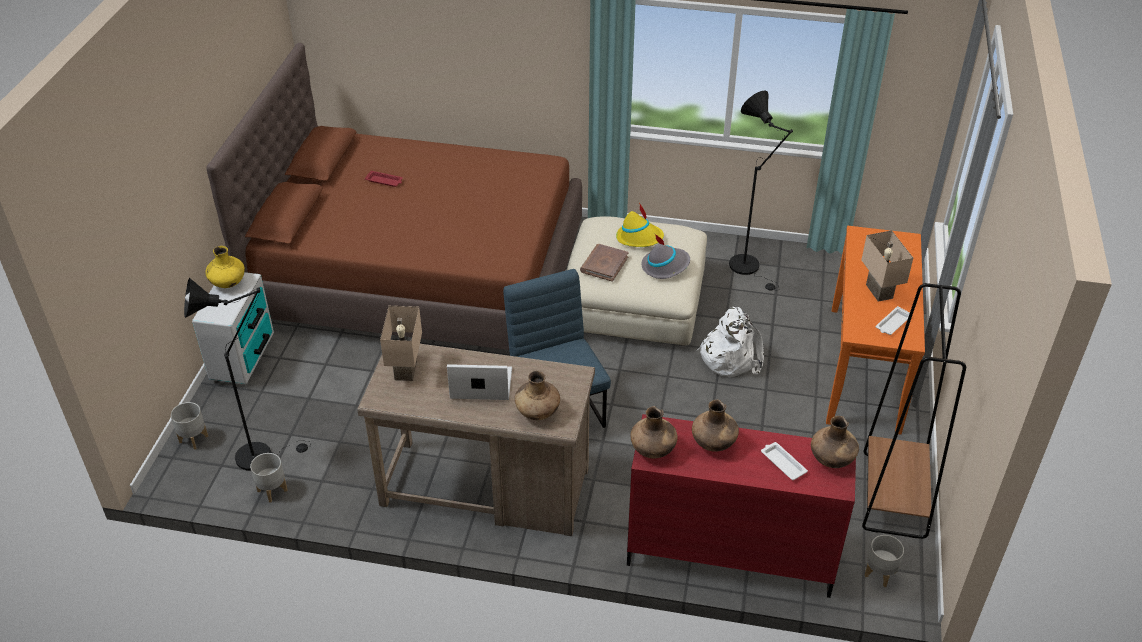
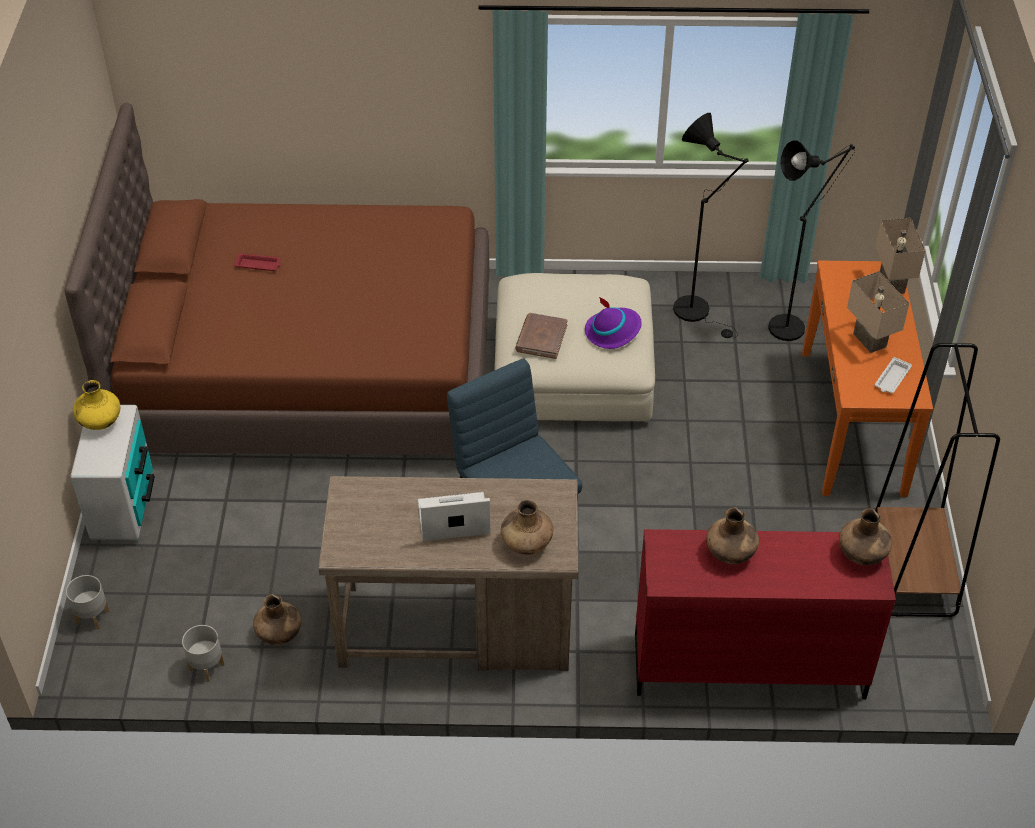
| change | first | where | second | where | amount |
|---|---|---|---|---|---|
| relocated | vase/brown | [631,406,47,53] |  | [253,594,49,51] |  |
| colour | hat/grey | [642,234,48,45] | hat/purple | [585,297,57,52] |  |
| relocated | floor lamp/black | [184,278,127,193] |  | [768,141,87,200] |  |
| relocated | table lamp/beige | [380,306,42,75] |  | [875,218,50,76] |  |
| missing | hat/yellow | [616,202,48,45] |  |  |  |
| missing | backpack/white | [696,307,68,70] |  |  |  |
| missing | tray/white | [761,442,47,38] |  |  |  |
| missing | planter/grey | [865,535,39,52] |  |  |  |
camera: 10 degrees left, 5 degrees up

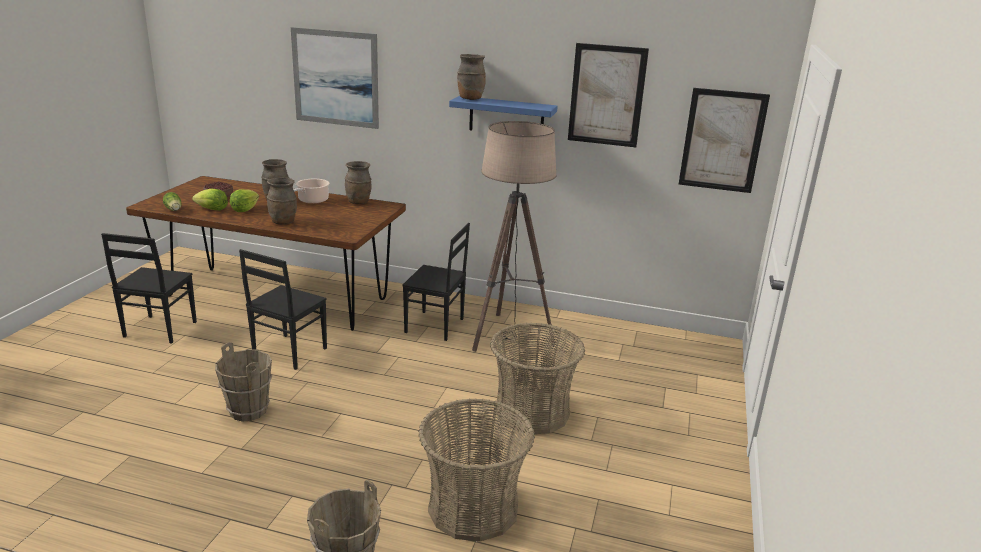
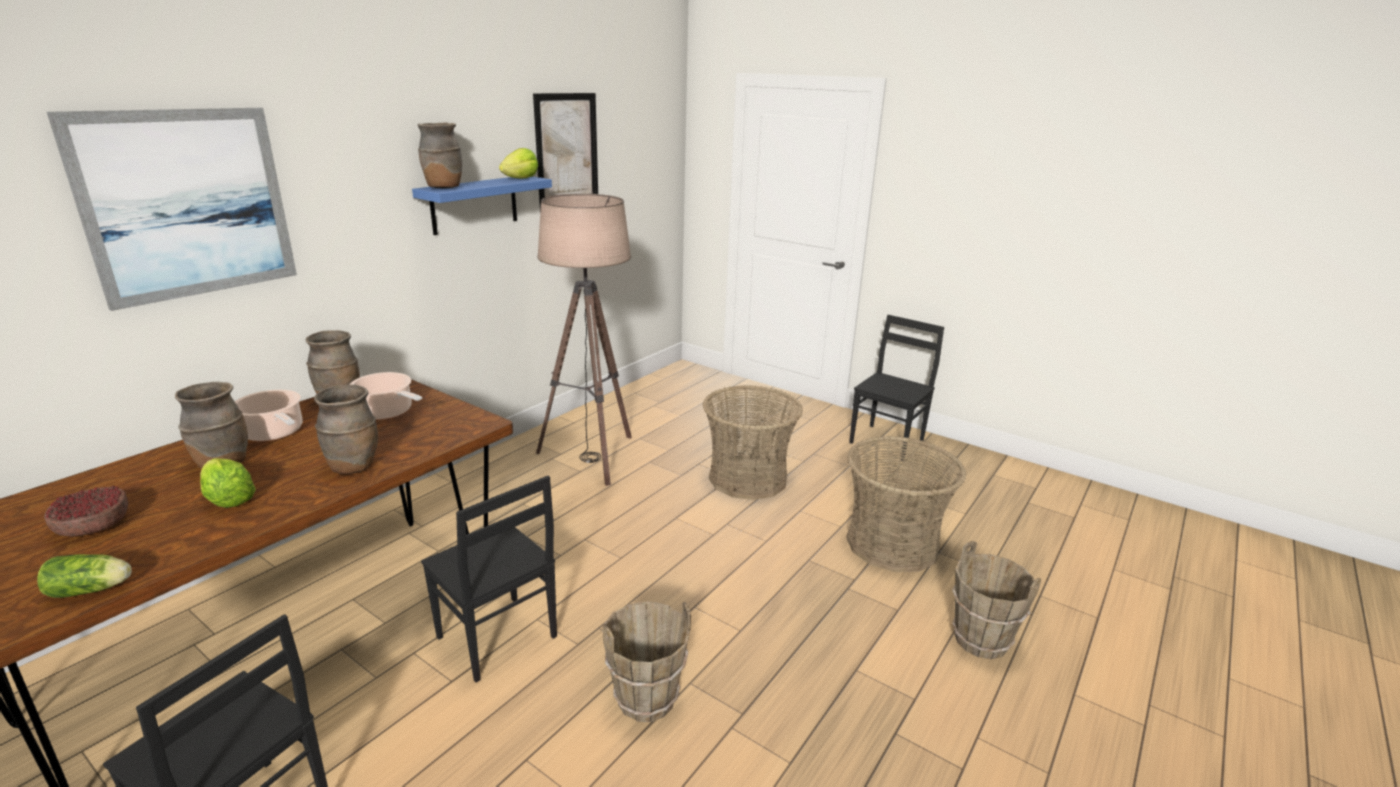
| change | first | where | second | where | amount |
|---|---|---|---|---|---|
| appeared |  |  | cooking pot | [349,372,73,48] |  |
| relocated | lettuce | [192,189,36,21] |  | [499,148,39,31] |  |
| relocated | chair/black | [402,223,68,118] |  | [849,315,95,146] |  |
| missing | picture | [679,88,91,105] |  |  |  |
camera: 70 degrees left, 0 degrees up

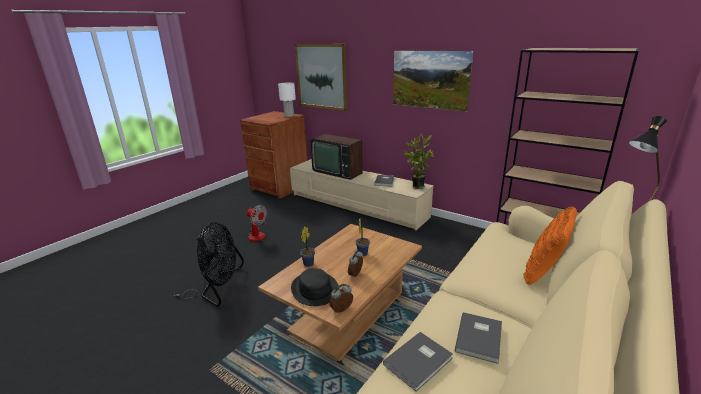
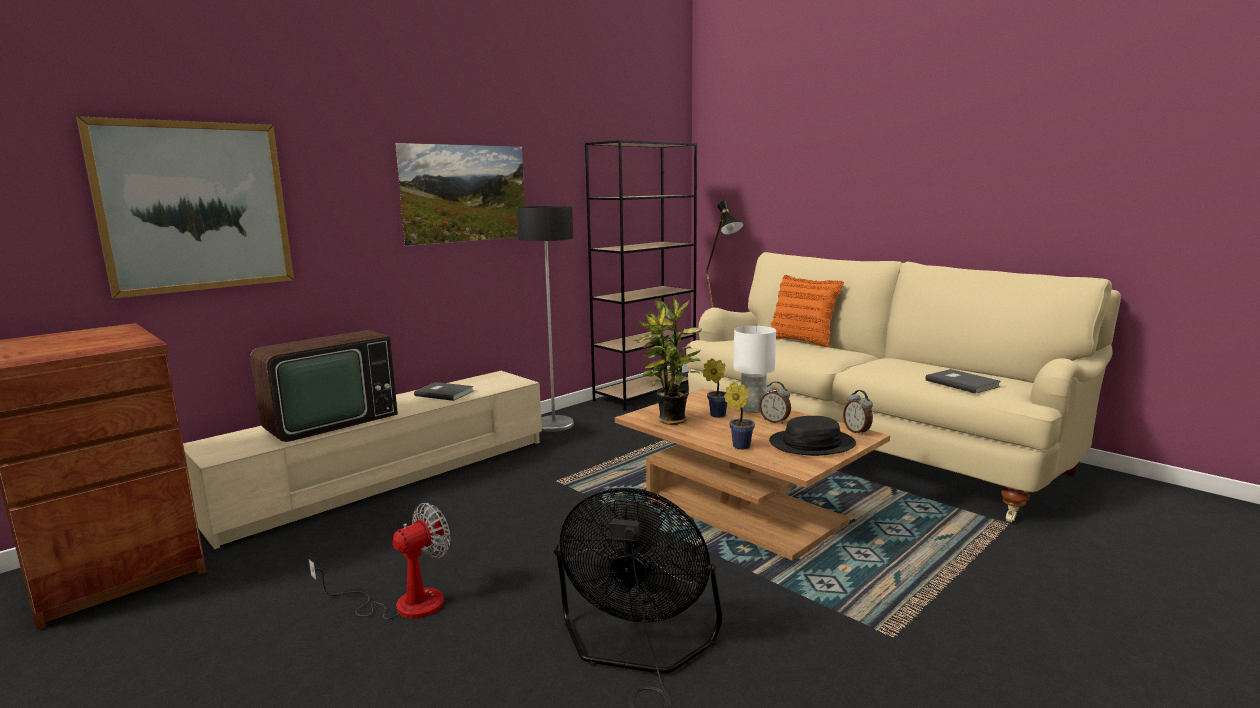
| change | first | where | second | where | amount |
|---|---|---|---|---|---|
| appeared |  |  | floor lamp | [516,206,58,226] |  |
| relocated | potted plant | [404,133,30,56] |  | [634,297,68,128] |  |
| relocated | table lamp/white | [278,83,18,34] |  | [733,326,43,87] |  |
| missing | book/grey | [455,312,47,52] |  |  |  |
camera: 80 degrees left, 10 degrees down

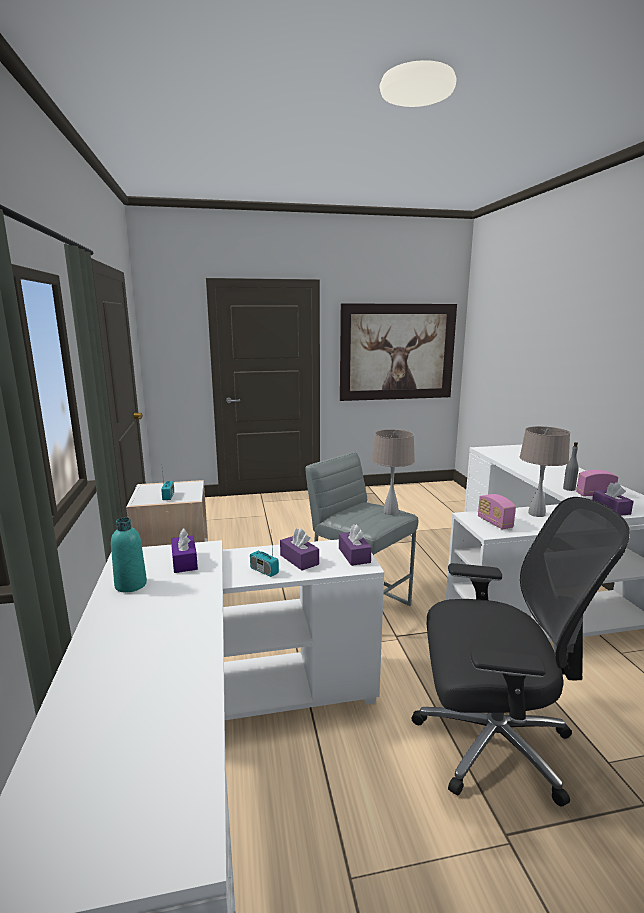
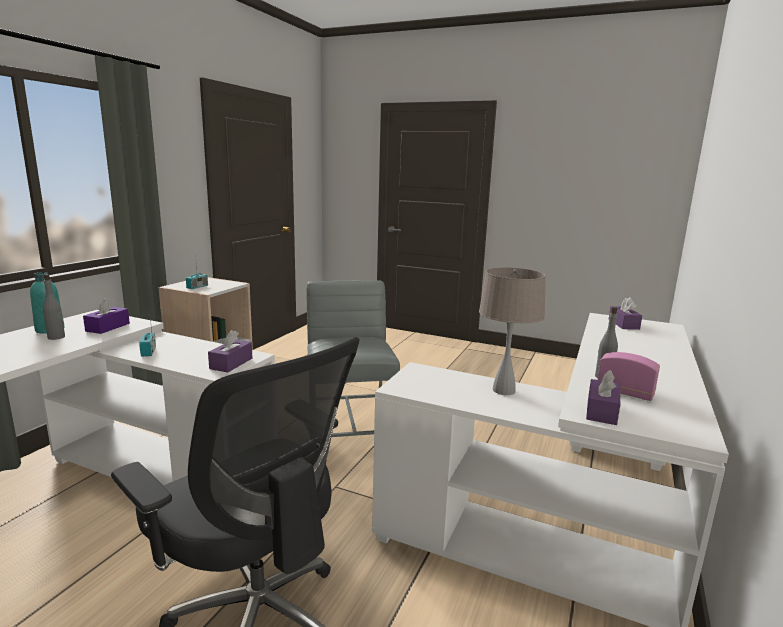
| change | first | where | second | where | amount |
|---|---|---|---|---|---|
| appeared |  |  | bottle/grey | [43,274,22,66] |  |
| relocated | tissue box/purple | [280,528,39,42] |  | [609,297,33,33] |  |
| missing | picture | [340,303,117,98] |  |  |  |
| missing | table lamp/beige | [372,429,43,86] |  |  |  |
| missing | radio | [478,494,38,35] |  |  |  |
camera: 35 degrees right, 0 degrees up

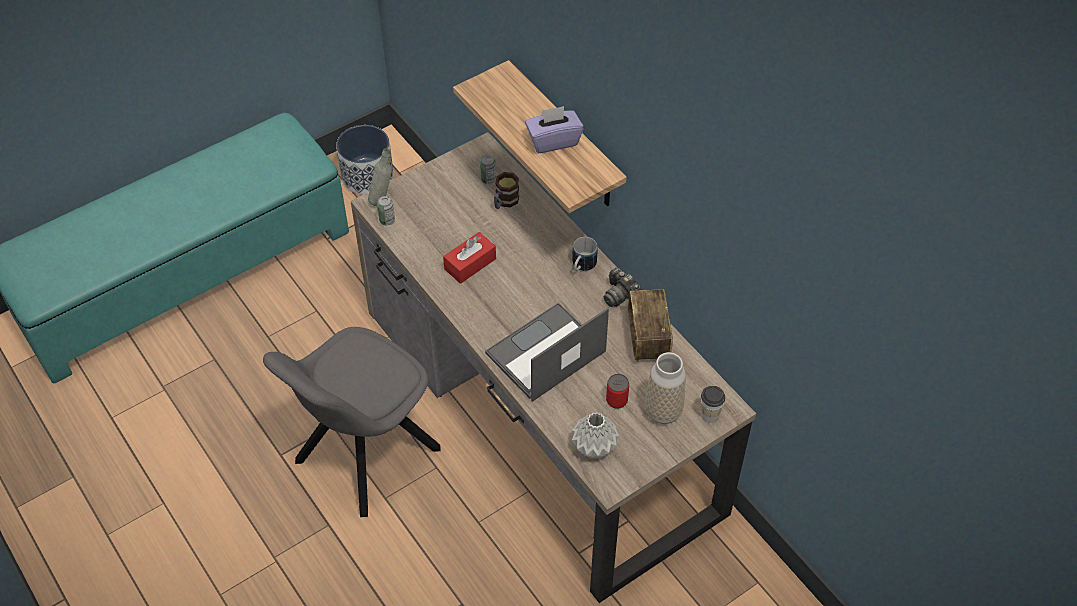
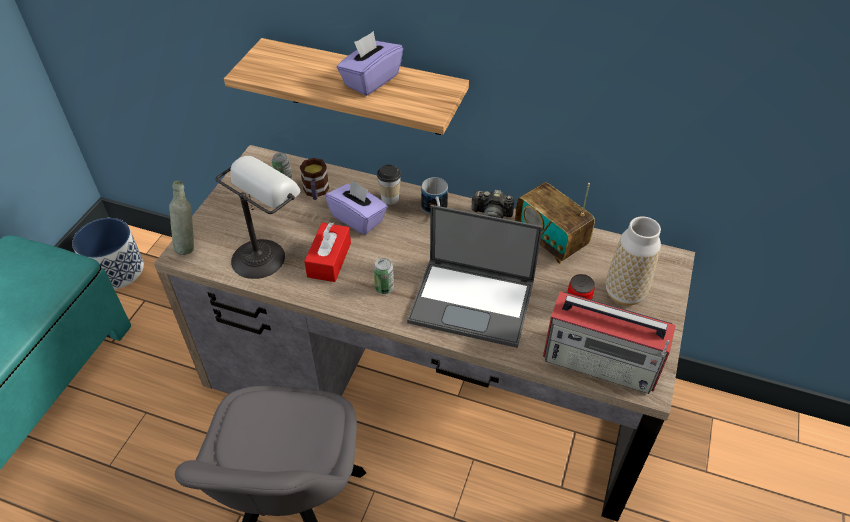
| change | first | where | second | where | amount |
|---|---|---|---|---|---|
| appeared |  |  | table lamp | [215,156,85,123] |  |
| appeared |  |  | tissue box/purple | [325,179,63,56] |  |
| relocated | can | [377,196,18,29] |  | [373,258,21,36] |  |
| relocated | cup | [701,386,24,37] |  | [377,164,24,41] |  |
| spun | laptop | [485,302,124,100] |  | [407,205,136,143] | 90 degrees counterclockwise |
| exchanged | vase/grey | [572,412,47,47] | radio | [543,292,133,102] |  |
camera: 35 degrees left, 5 degrees down

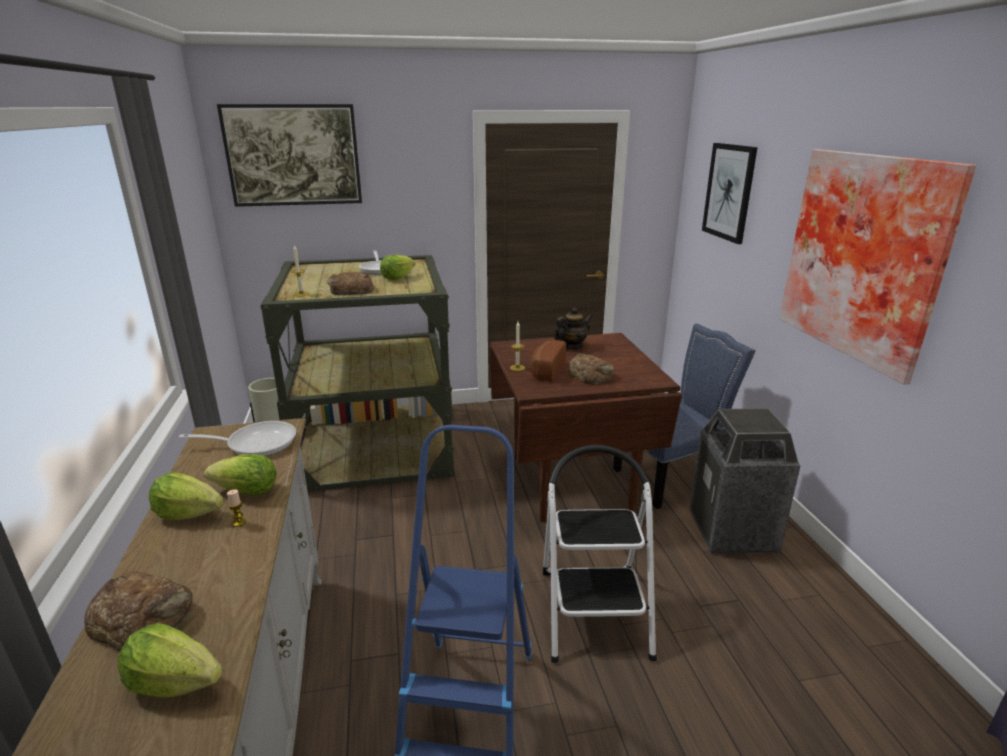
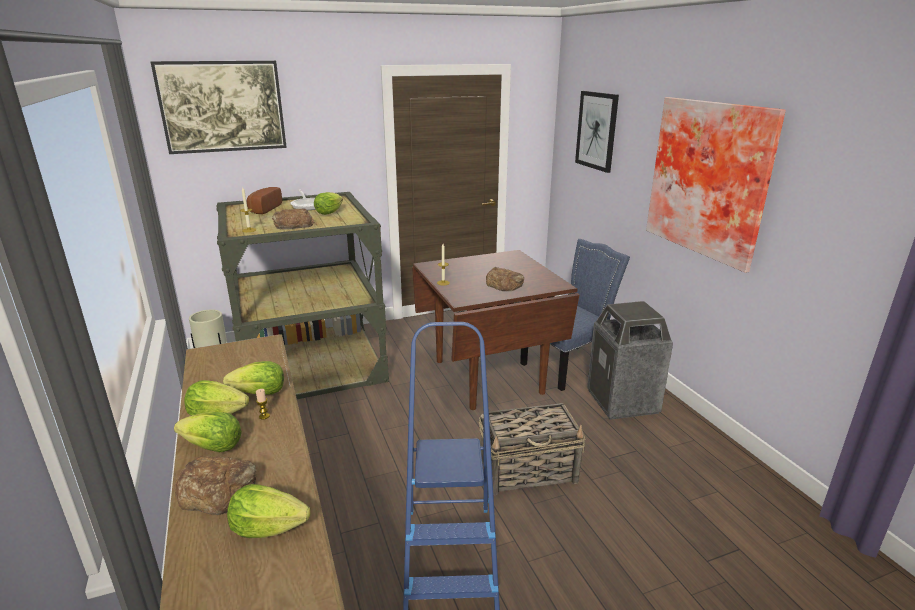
| change | first | where | second | where | amount |
|---|---|---|---|---|---|
| appeared |  |  | lettuce | [174,412,68,40] |  |
| relocated | bread | [530,340,36,41] |  | [247,187,35,27] |  |
| exchanged | step ladder | [543,444,114,219] | basket | [479,403,107,92] |  |
| missing | frying pan | [179,421,117,35] |  |  |  |
| missing | teapot | [554,307,39,42] |  |  |  |
camera: 10 degrees left, 0 degrees up

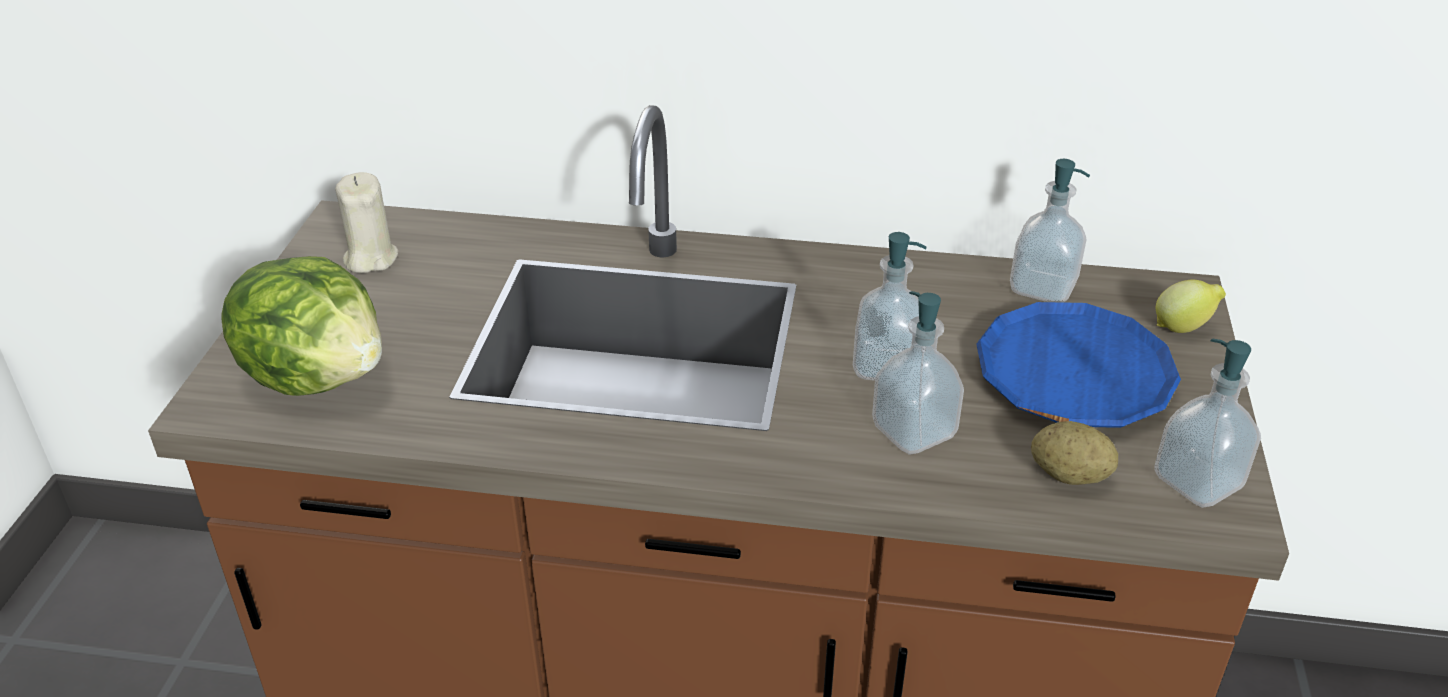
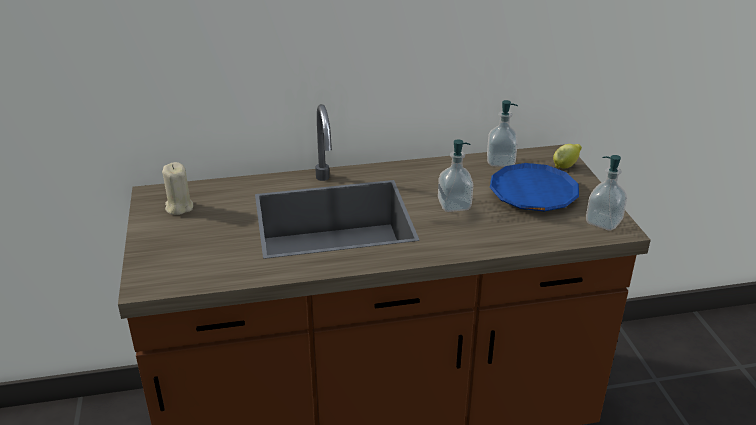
| change | first | where | second | where | amount |
|---|---|---|---|---|---|
| missing | lettuce | [221,256,161,140] |  |  |  |
| missing | soap dispenser | [872,291,92,164] |  |  |  |
| missing | potato | [1031,421,87,64] |  |  |  |
camera: 20 degrees left, 5 degrees down

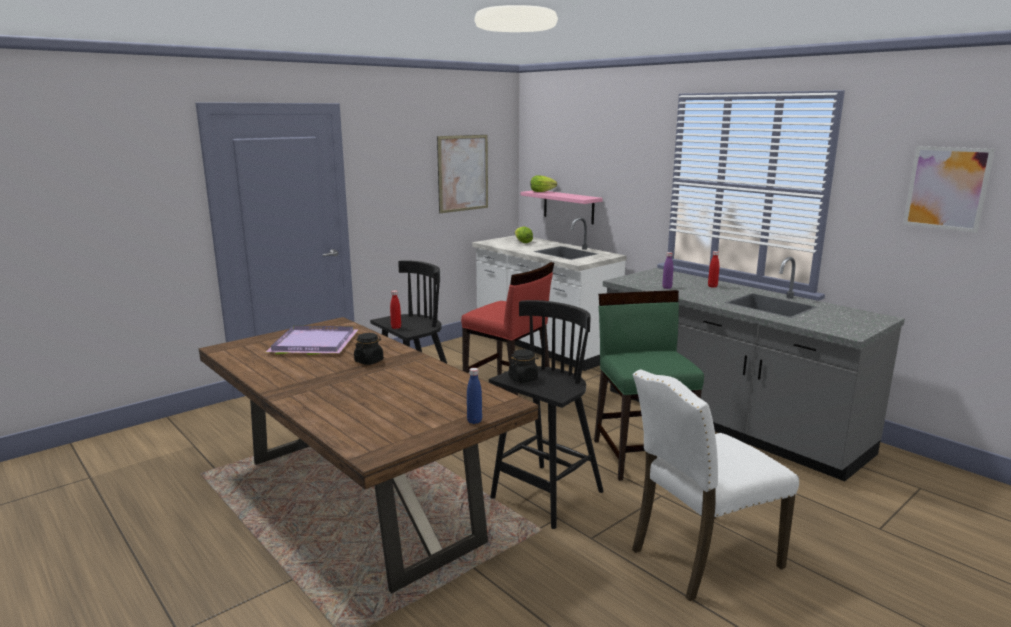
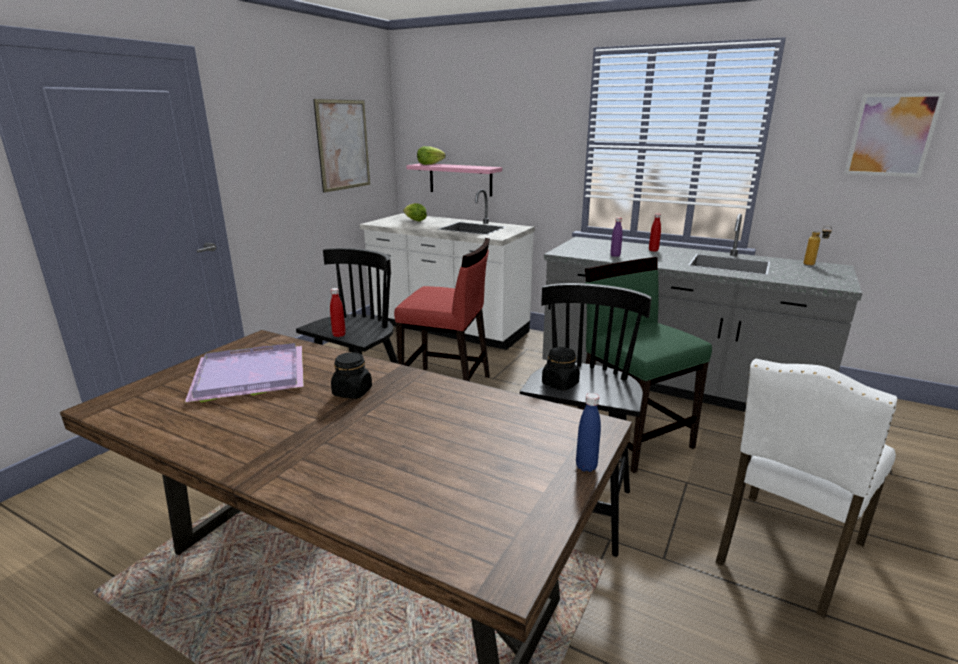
| change | first | where | second | where | amount |
|---|---|---|---|---|---|
| appeared |  |  | bottle | [803,226,29,39] |  |
camera: 20 degrees left, 5 degrees up

